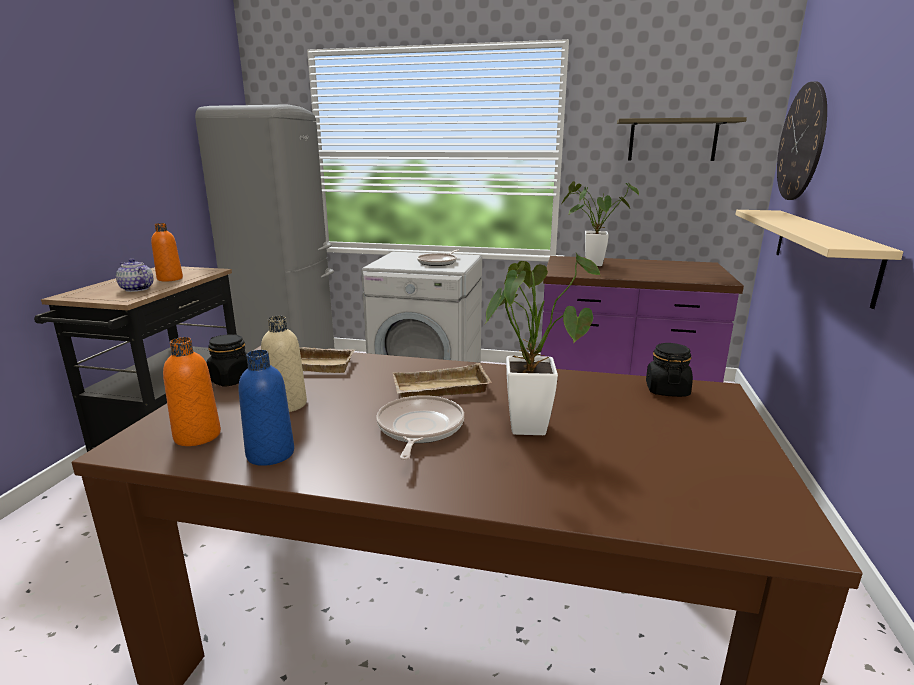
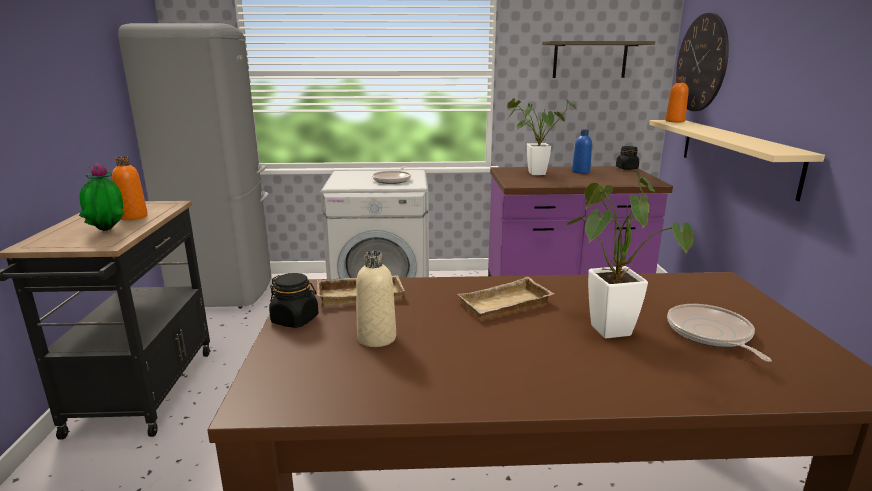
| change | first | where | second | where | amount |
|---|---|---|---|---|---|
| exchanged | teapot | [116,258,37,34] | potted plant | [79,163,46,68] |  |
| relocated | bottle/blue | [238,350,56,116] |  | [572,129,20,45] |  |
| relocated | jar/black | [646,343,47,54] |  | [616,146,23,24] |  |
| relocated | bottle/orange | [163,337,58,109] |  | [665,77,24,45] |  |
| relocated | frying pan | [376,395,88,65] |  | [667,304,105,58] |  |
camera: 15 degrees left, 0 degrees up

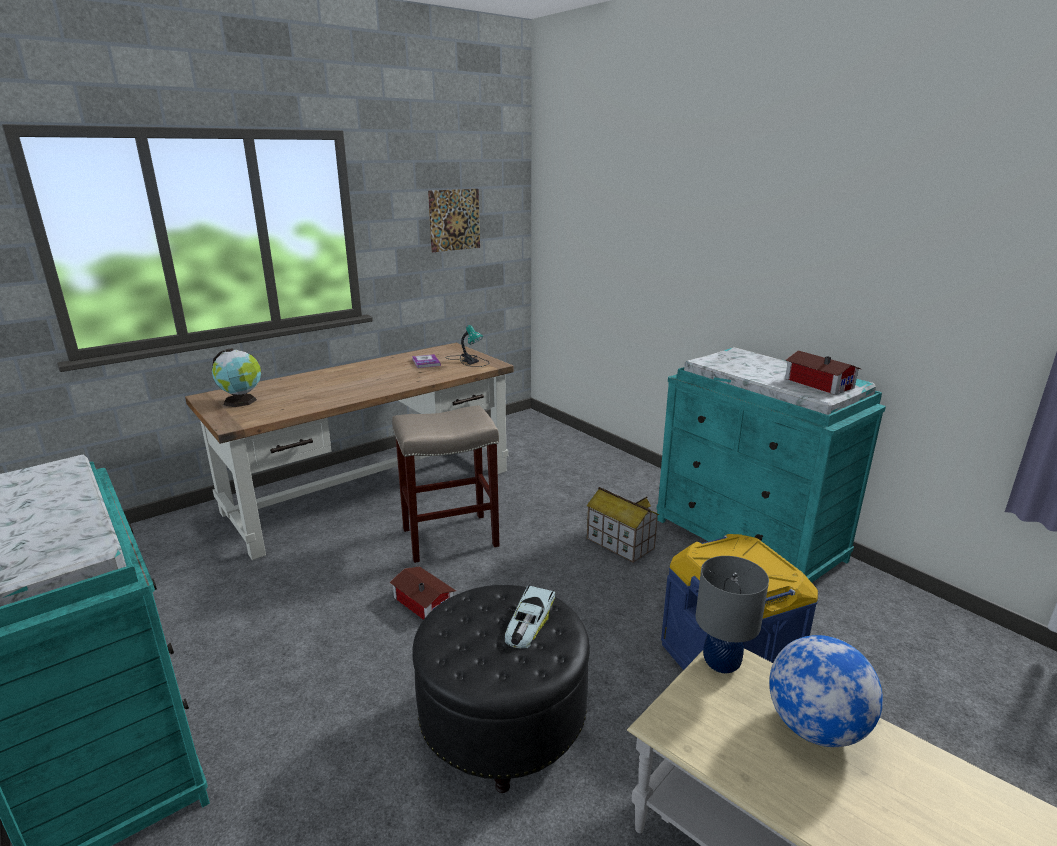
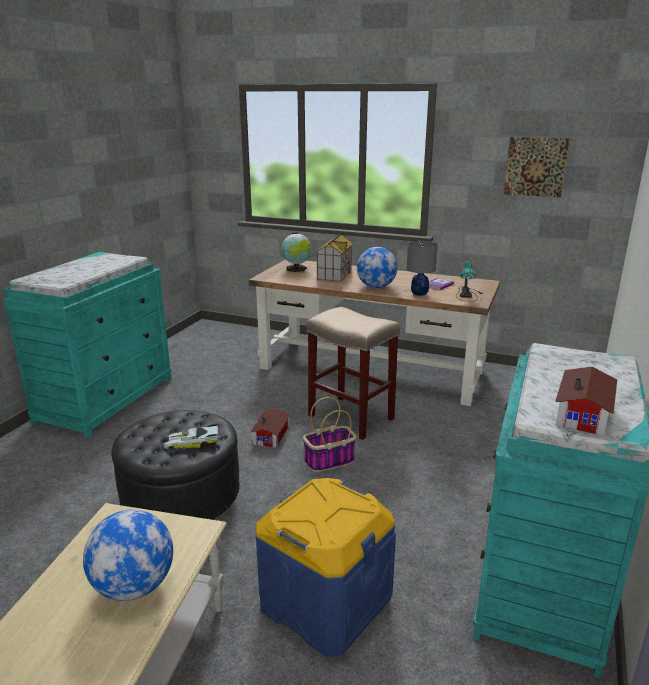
| change | first | where | second | where | amount |
|---|---|---|---|---|---|
| appeared |  |  | basket | [303,397,53,75] |  |
| relocated | toy house | [587,487,72,76] |  | [316,233,37,49] |  |
| appeared |  |  | globe | [357,247,41,41] |  |
| relocated | table lamp/grey | [696,556,73,117] |  | [407,241,31,55] |  |
camera: 60 degrees right, 0 degrees up

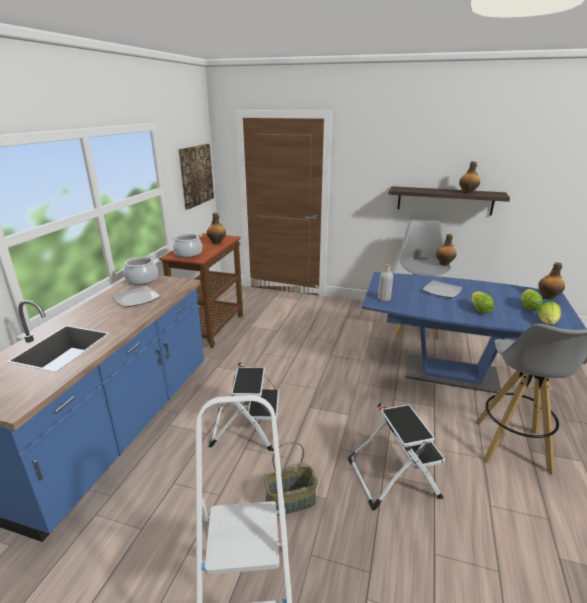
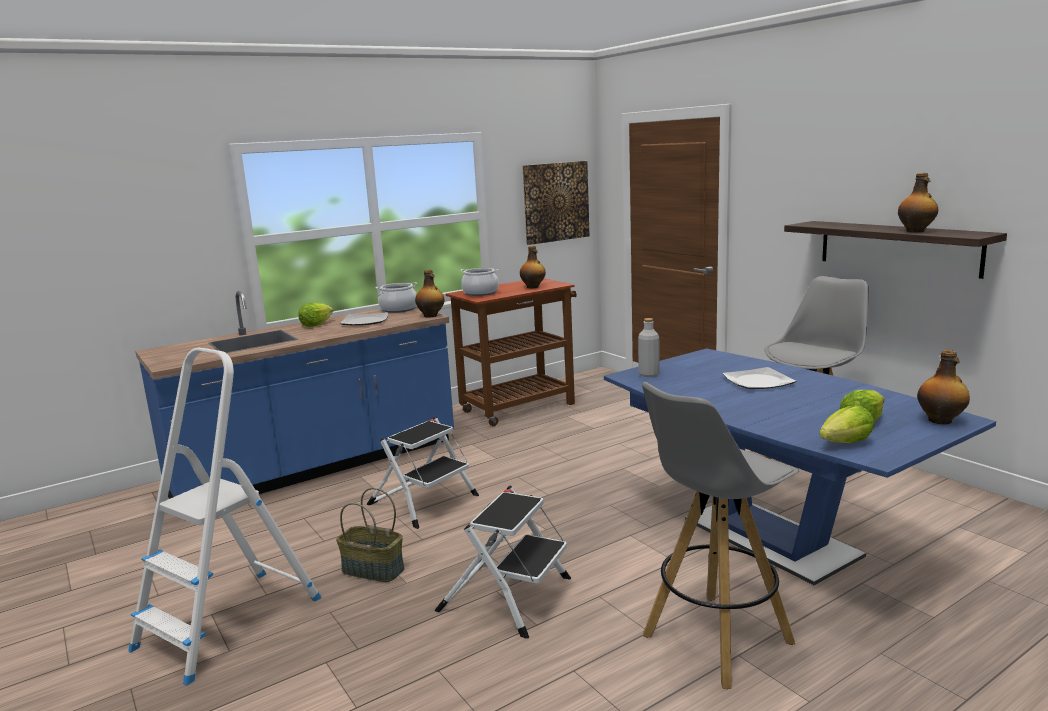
| change | first | where | second | where | amount |
|---|---|---|---|---|---|
| relocated | lettuce | [472,291,22,22] |  | [298,303,35,24] |  |
| relocated | bottle | [436,234,20,32] |  | [415,270,30,47] |  |
camera: 40 degrees right, 10 degrees down

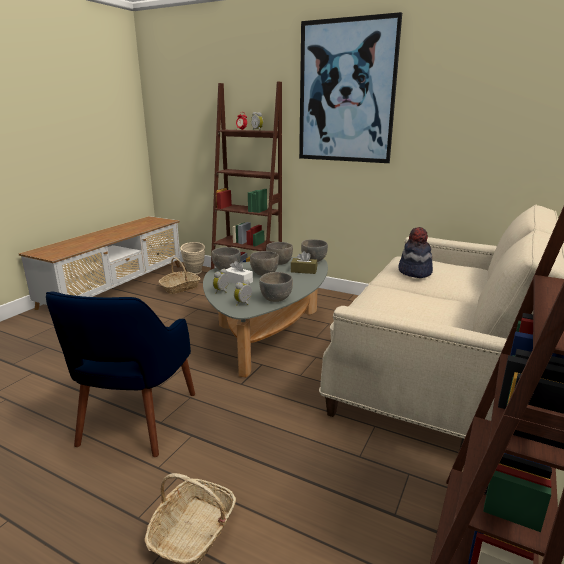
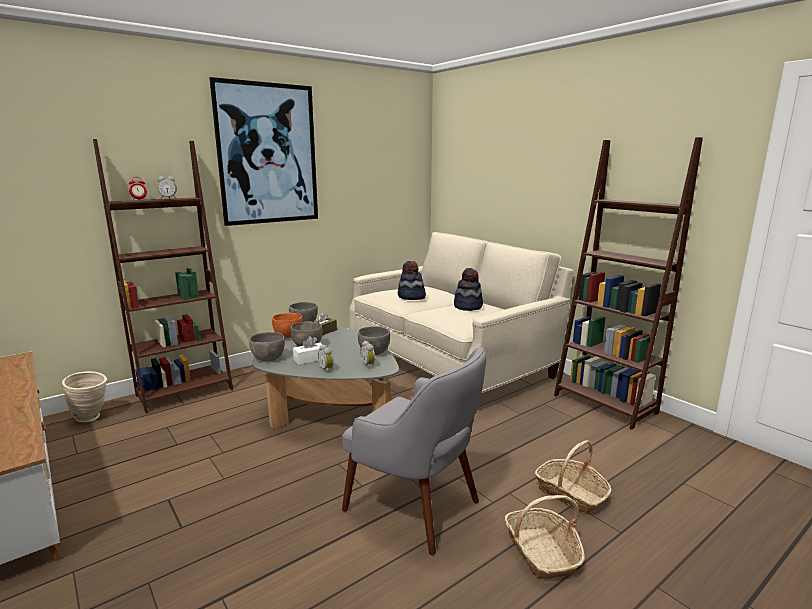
| change | first | where | second | where | amount |
|---|---|---|---|---|---|
| colour | bowl/grey | [266,242,27,23] | bowl/orange | [272,313,31,25] |  |
| colour | armchair/blue | [46,291,149,166] | armchair/grey | [342,347,144,208] |  |
| appeared |  |  | hat | [454,268,29,43] |  |
| relocated | basket | [159,257,42,37] |  | [505,495,80,84] |  |
camera: 65 degrees left, 5 degrees down

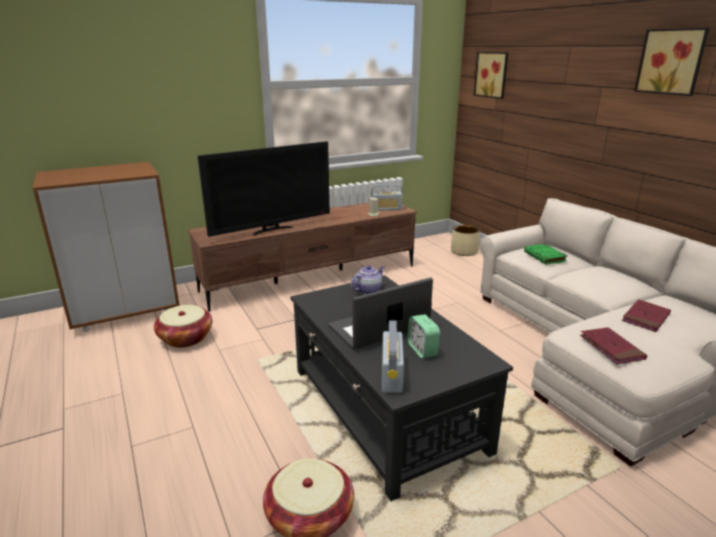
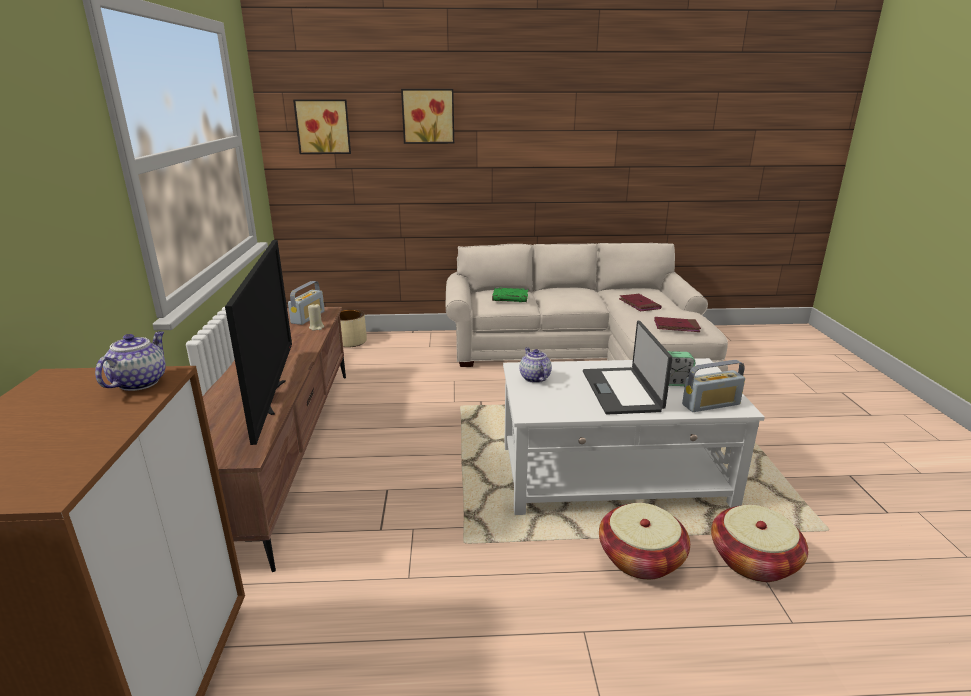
| change | first | where | second | where | amount |
|---|---|---|---|---|---|
| appeared |  |  | teapot | [95,331,71,60] |  |
| relocated | picture | [634,28,75,68] |  | [401,89,53,55] |  |
| colour | coffee table/black | [291,275,222,226] | coffee table/white | [503,358,262,157] |  |
| relocated | basket | [154,305,58,43] |  | [599,503,91,77] |  |
| spun | radio | [382,320,22,73] |  | [682,360,63,52] | 45 degrees counterclockwise |
camera: 65 degrees left, 0 degrees up

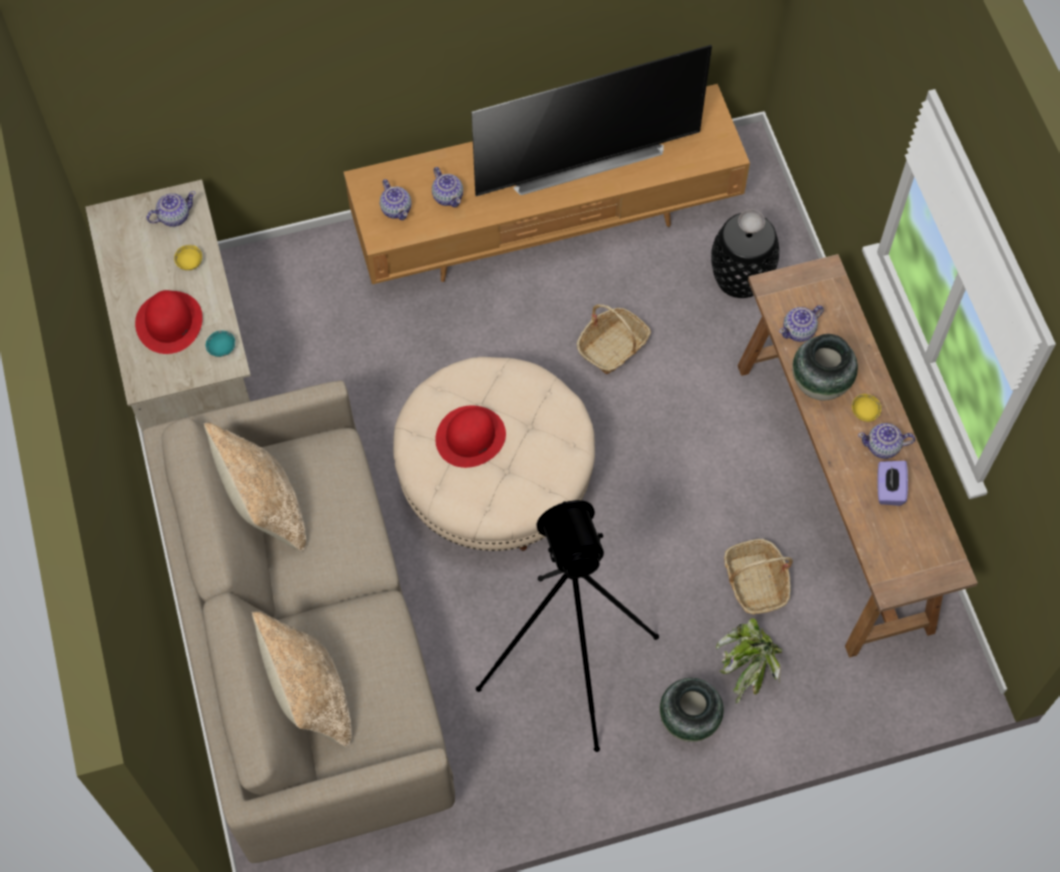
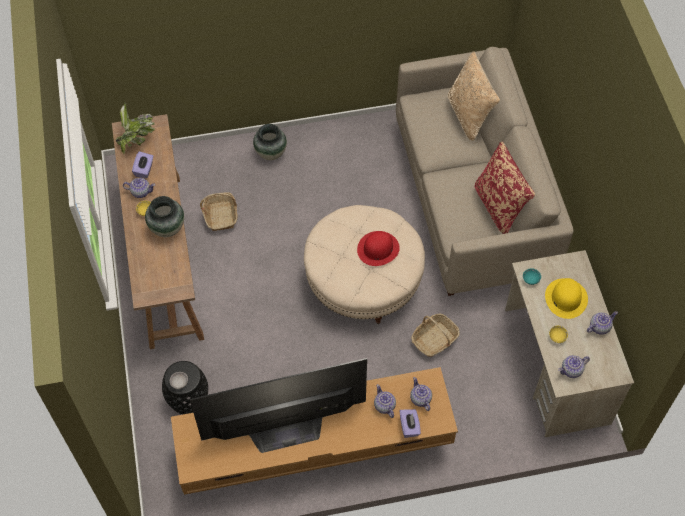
| change | first | where | second | where | amount |
|---|---|---|---|---|---|
| relocated | potted plant | [716,618,66,85] |  | [116,102,39,52] |  |
| appeared |  |  | tissue box/purple | [400,409,21,29] |  |
| relocated | basket | [577,304,74,70] |  | [411,313,49,44] |  |
| colour | pillow/beige | [204,422,102,129] | pillow/red | [474,141,61,93] |  |
| colour | hat/red | [135,290,68,64] | hat/yellow | [545,278,43,41] |  |
| relocated | teapot | [779,305,45,37] |  | [587,311,31,24] |  |
| missing | floor lamp/black | [476,500,183,252] |  |  |  |
camera: 175 degrees left, 5 degrees down

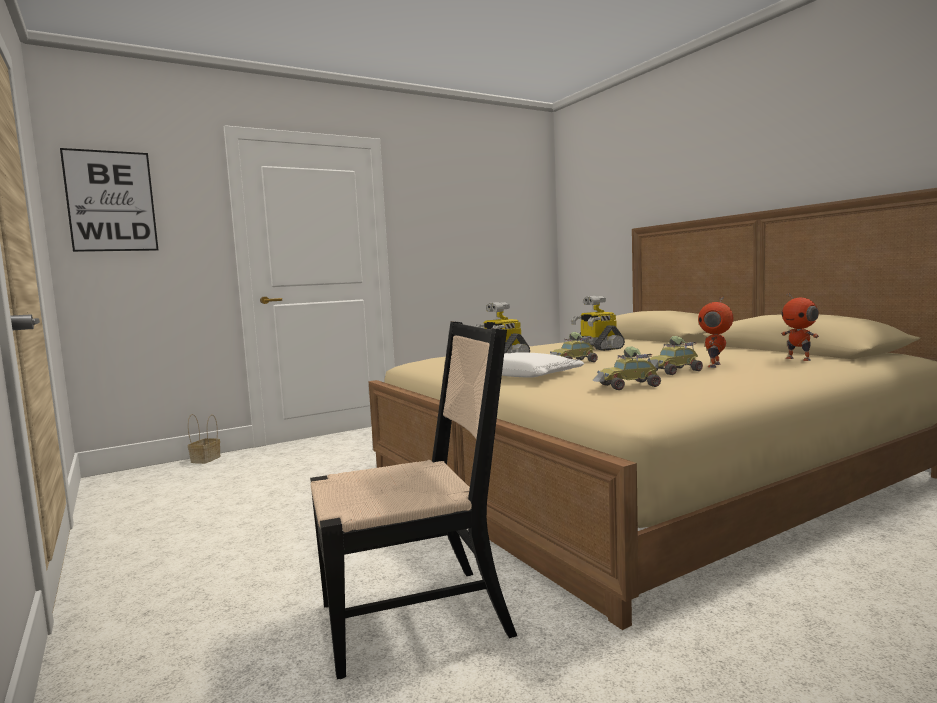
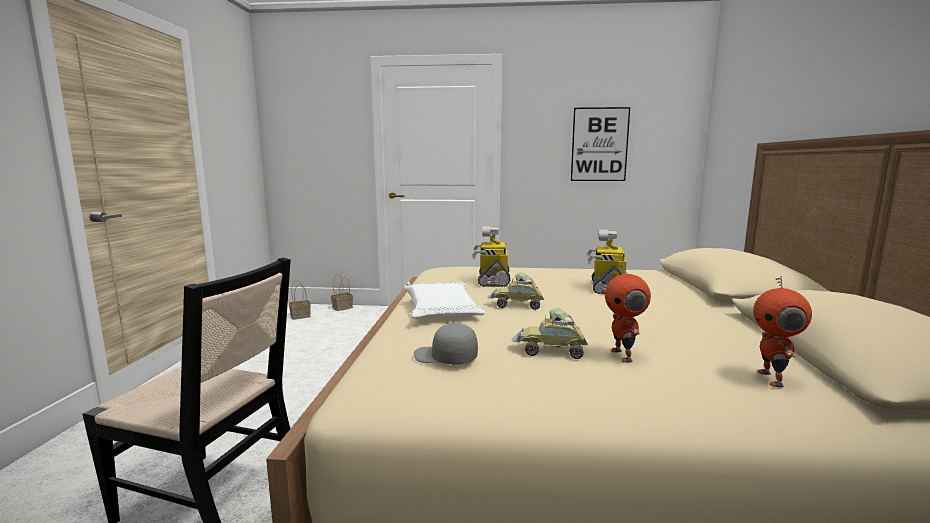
| change | first | where | second | where | amount |
|---|---|---|---|---|---|
| appeared |  |  | basket | [289,280,22,40] |  |
| exchanged | toy car | [593,346,68,44] | cap/grey | [414,323,64,42] |  |
| relocated | picture | [60,148,98,104] |  | [571,107,59,74] |  |
| spun | toy robot | [698,296,35,72] |  | [605,263,46,100] | 75 degrees counterclockwise |
camera: 35 degrees right, 5 degrees up

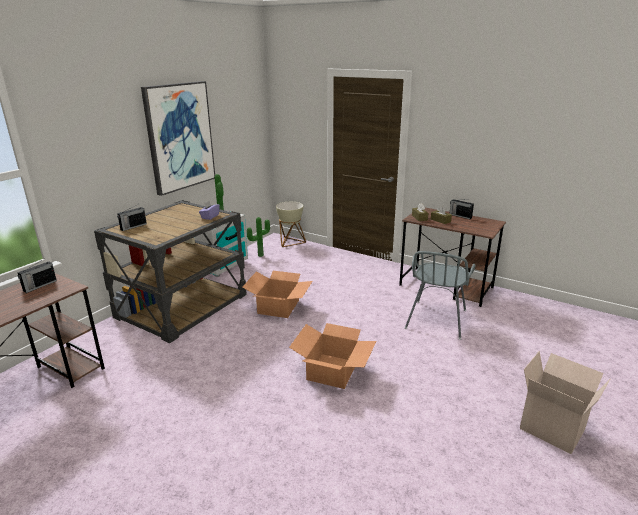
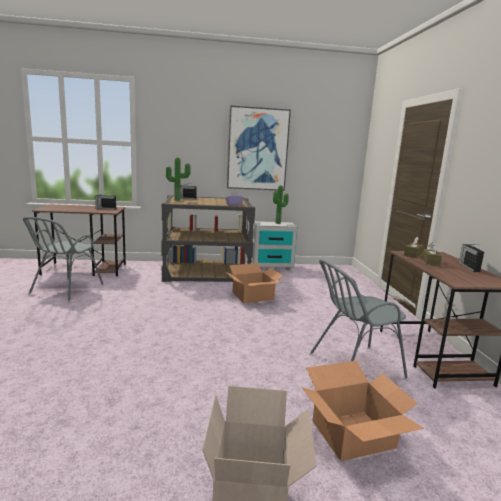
| change | first | where | second | where | amount |
|---|---|---|---|---|---|
| appeared |  |  | chair/grey | [23,217,81,86] |  |
| relocated | potted plant | [247,217,23,40] |  | [166,157,25,44] |  |
| relocated | cardboard box | [289,323,87,66] |  | [302,361,122,100] |  |
| missing | planter | [276,202,30,45] |  |  |  |
camera: 50 degrees right, 10 degrees down

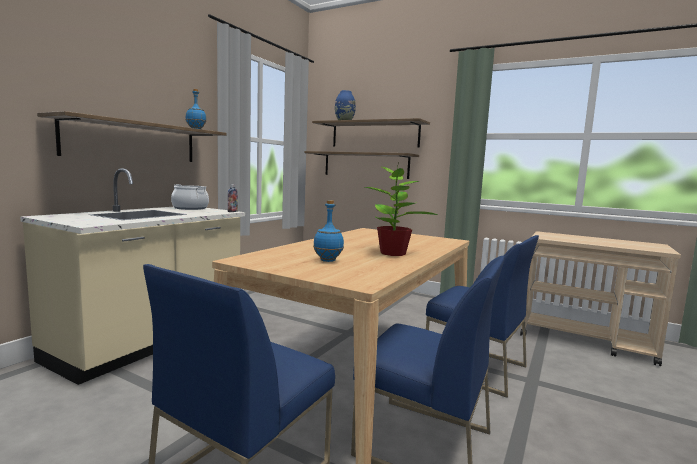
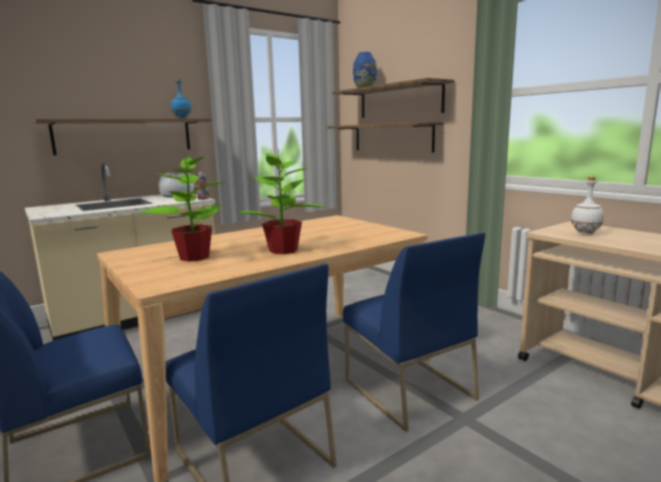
| change | first | where | second | where | amount |
|---|---|---|---|---|---|
| exchanged | bottle/blue | [313,200,31,62] | potted plant | [138,152,88,110] |  |
| appeared |  |  | bottle/white | [571,177,33,58] |  |
camera: 25 degrees right, 5 degrees up

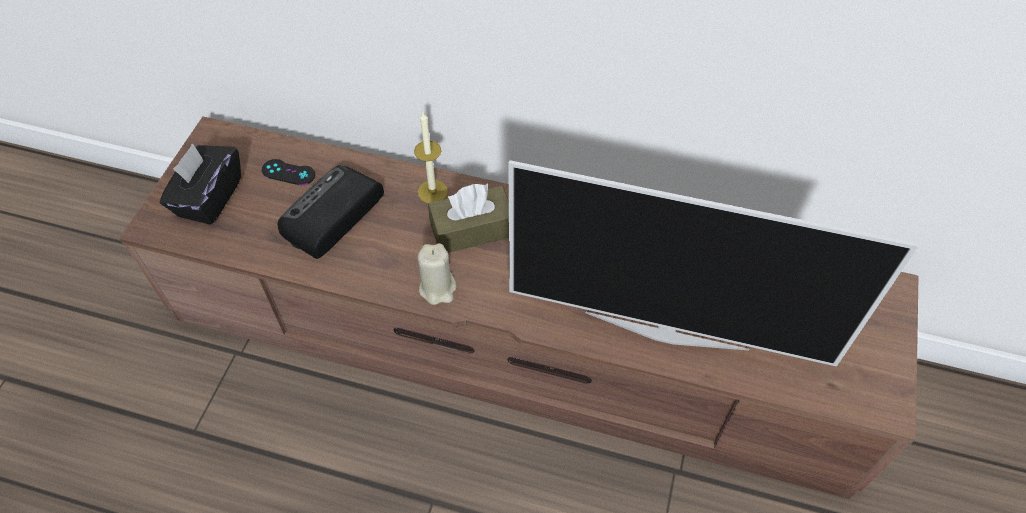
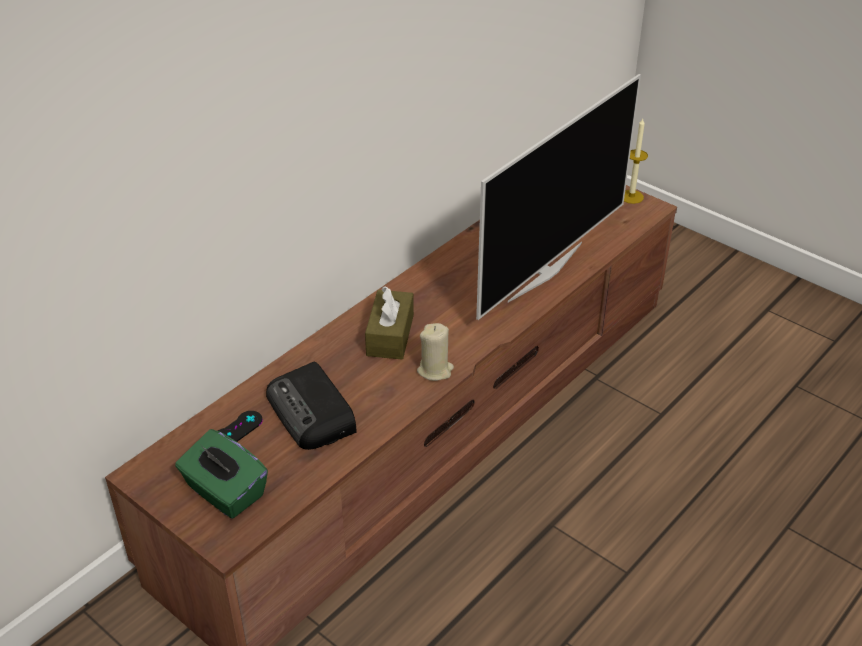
| change | first | where | second | where | amount |
|---|---|---|---|---|---|
| colour | tissue box/black | [160,143,81,82] | tissue box/green | [175,429,93,90] |  |
| relocated | candle | [414,113,34,90] |  | [624,119,24,85] |  |
camera: 65 degrees left, 15 degrees down

